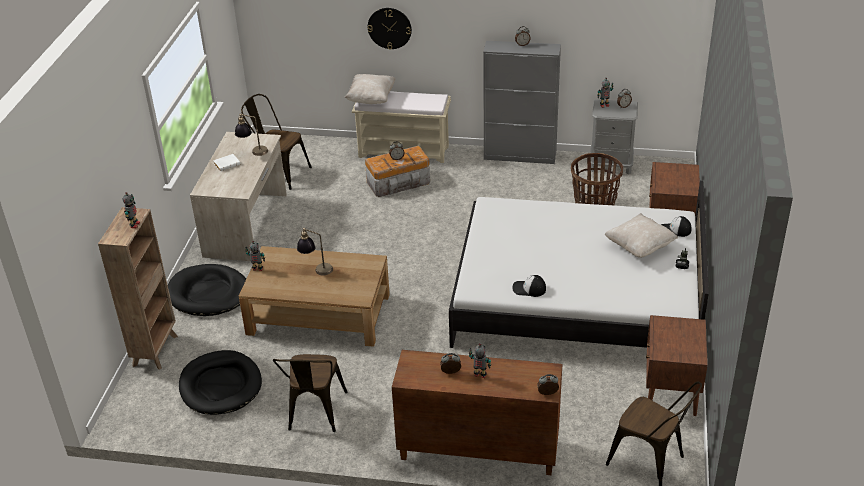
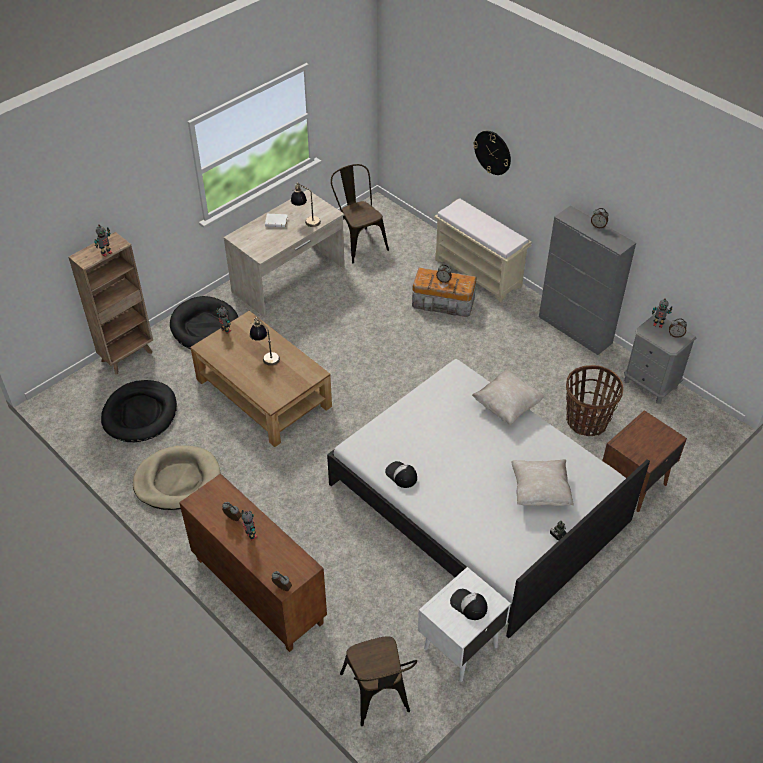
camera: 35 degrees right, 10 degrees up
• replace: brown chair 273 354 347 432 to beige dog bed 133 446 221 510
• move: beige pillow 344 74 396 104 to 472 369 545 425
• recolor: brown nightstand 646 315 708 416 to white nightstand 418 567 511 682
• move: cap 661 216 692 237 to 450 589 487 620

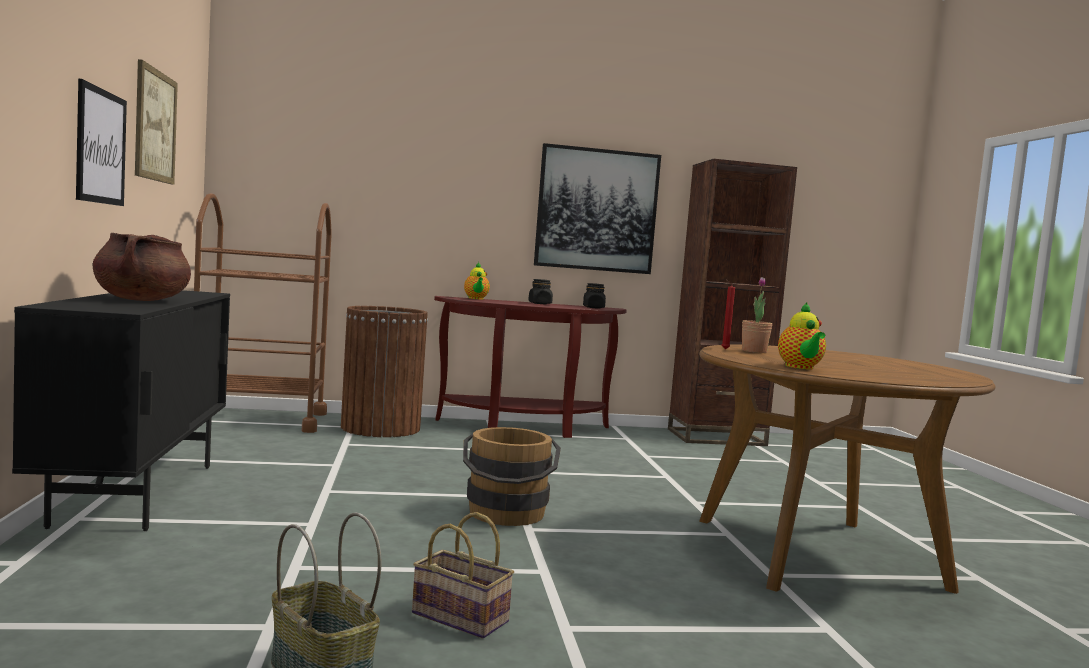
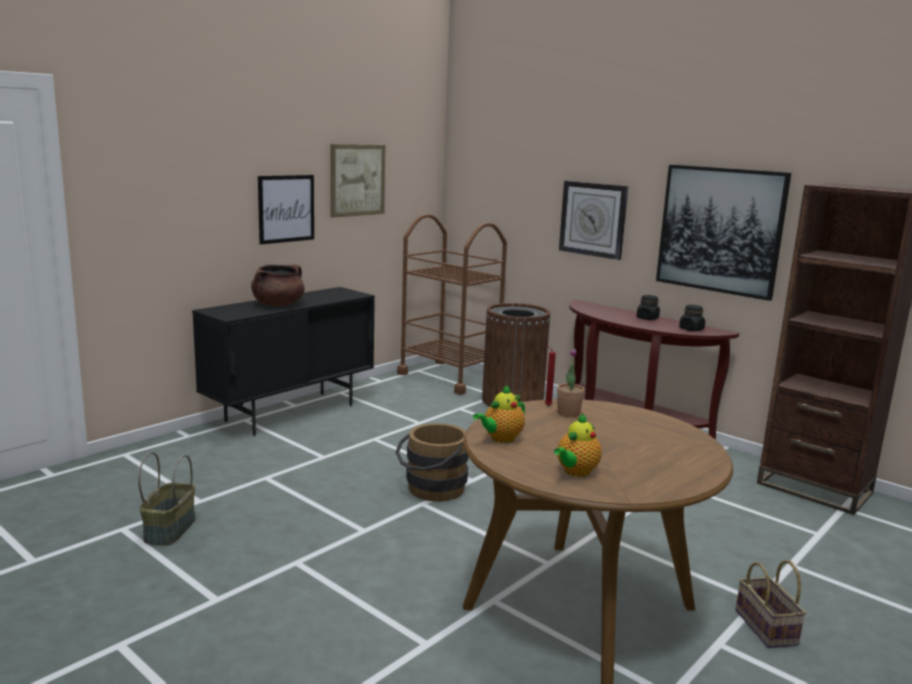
camera: 50 degrees right, 10 degrees up
• move: basket 412 512 514 639 to 735 560 806 648
• move: teapot 464 262 490 300 to 554 413 602 477
• insert: wall clock 559 181 628 260

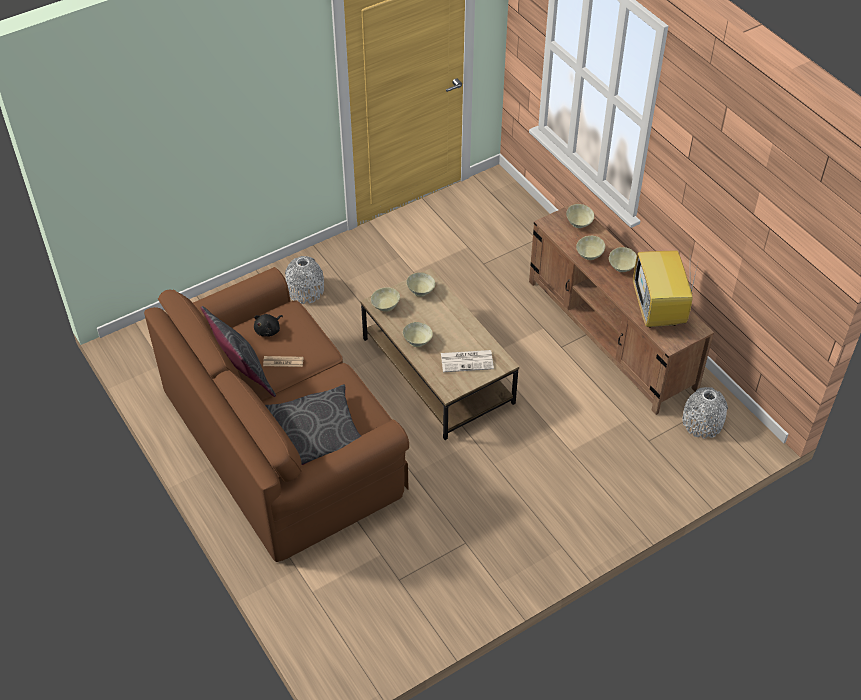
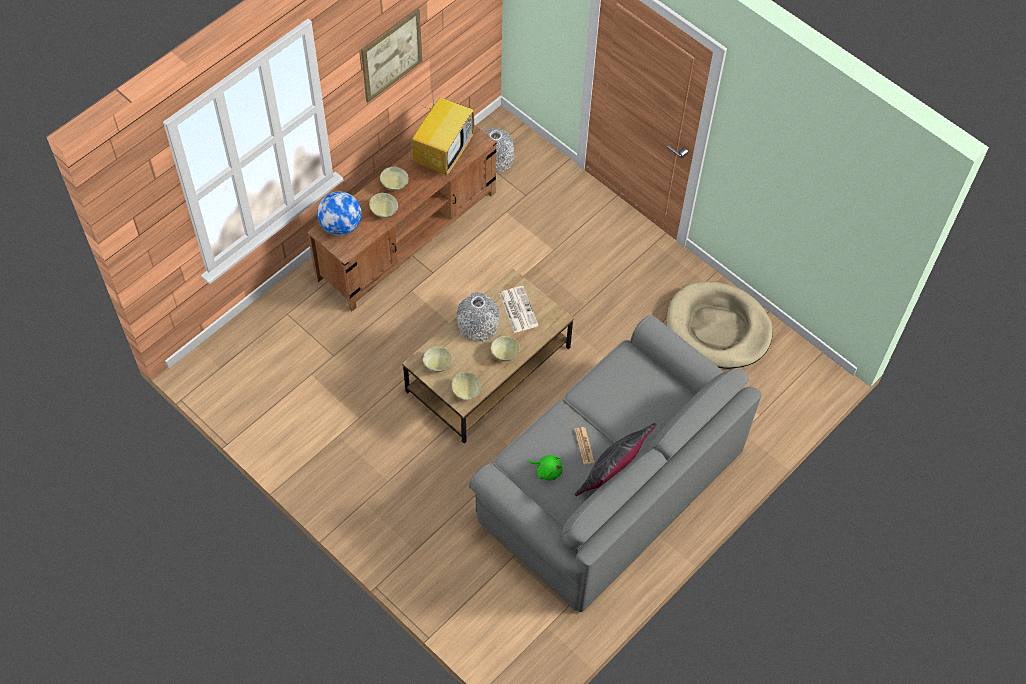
camera: 105 degrees left, 10 degrees up
• recolor: brown sofa 144 267 409 562 to grey sofa 469 314 762 612
• recolor: black plush toy 254 314 283 337 to green plush toy 527 455 563 481
• delete: grey pillow 265 384 361 465
• move: grey vase 285 256 324 304 to 457 292 500 342
• replace: beige bowl 566 204 594 228 to globe 317 191 362 236
• rotate: television 633 250 698 328 = 412 82 474 175 45 degrees counterclockwise
• insert: picture 361 8 422 102
• insert: beige dog bed 666 281 773 369

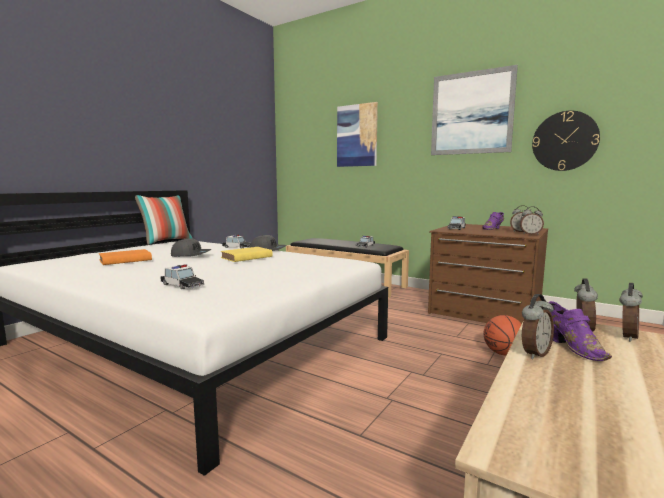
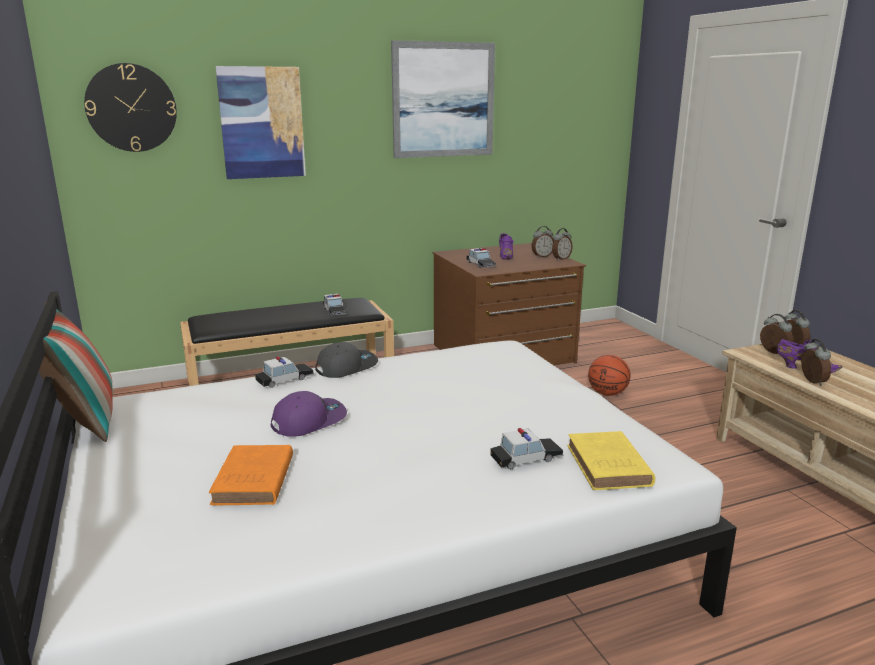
camera: 55 degrees left, 10 degrees up
• recolor: grey cap 171 238 212 257 to purple cap 271 391 347 437
• move: yellow book 221 247 273 262 to 567 431 655 490
• move: wall clock 532 111 600 171 to 84 63 177 152

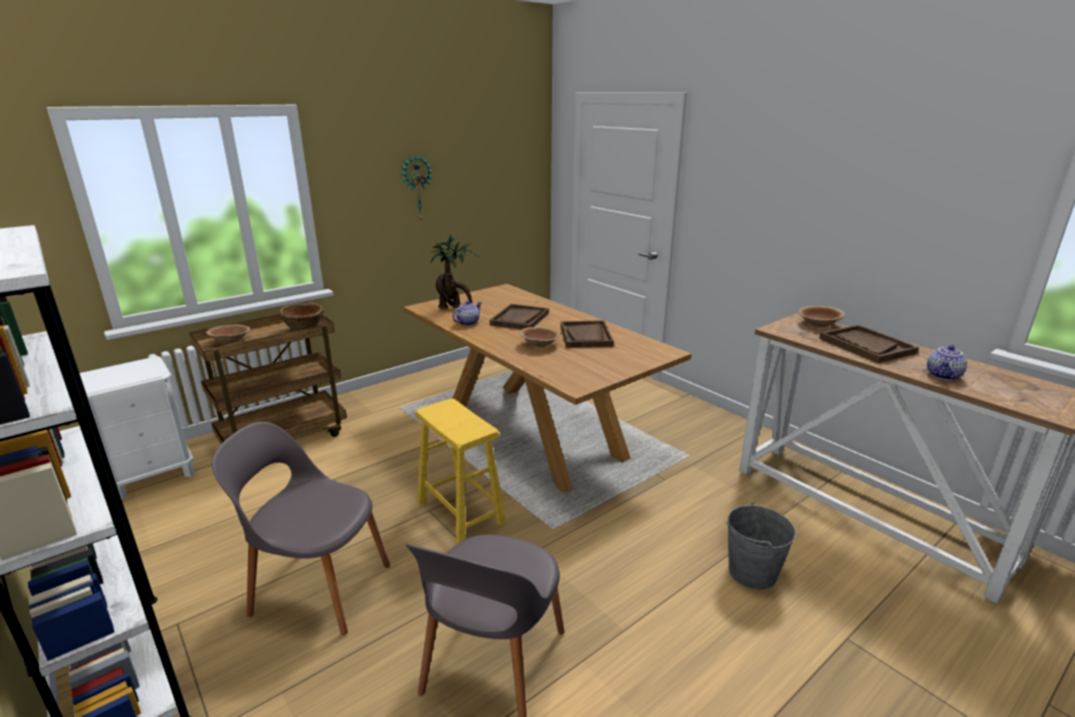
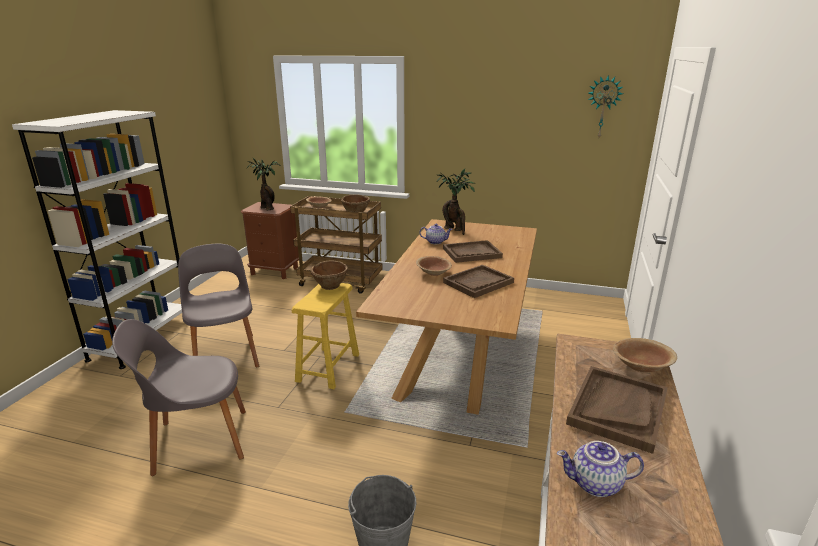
camera: 55 degrees right, 0 degrees up
• recolor: white nightstand 80 356 195 500 to brown nightstand 241 202 299 279
• move: wall clock 401 154 434 220 to 588 76 623 137
• insert: potted plant 247 158 279 210
• insert: brown bowl 310 261 348 290

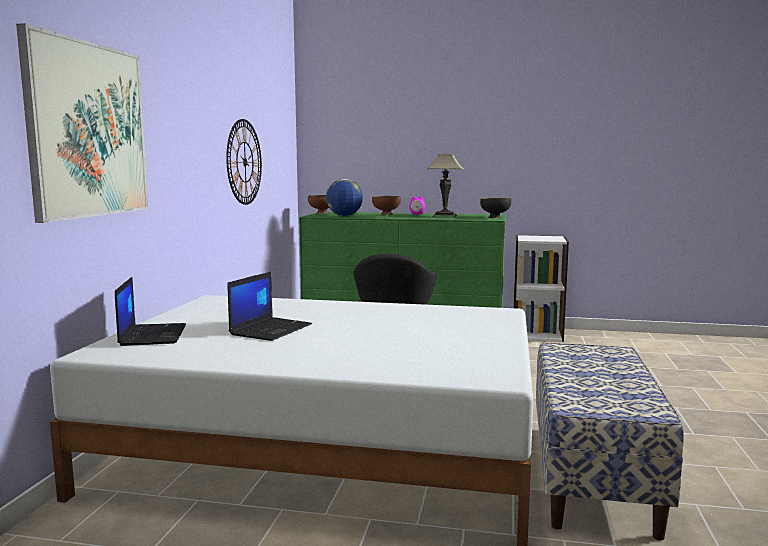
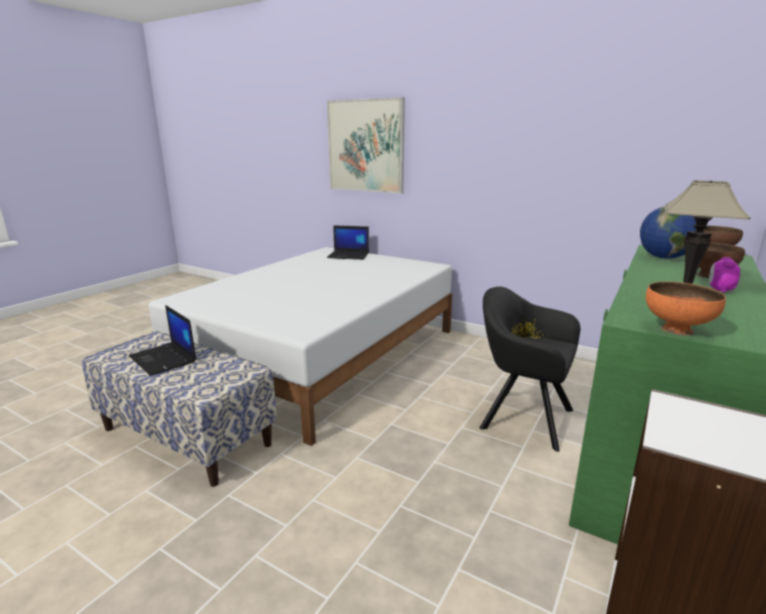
camera: 110 degrees right, 10 degrees up
• delete: wall clock 226 119 262 205
• move: laptop 228 272 312 341 to 129 305 196 376
• recolor: black bowl 480 198 511 218 to orange bowl 646 282 726 335

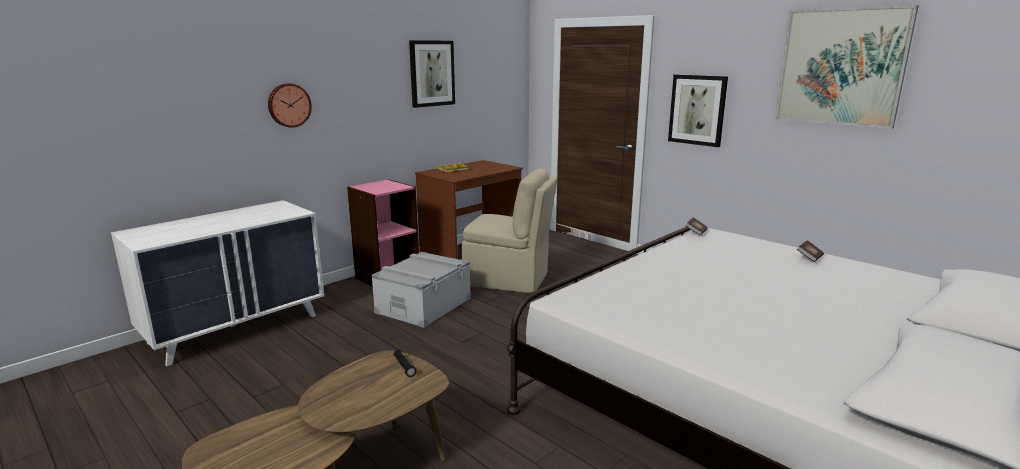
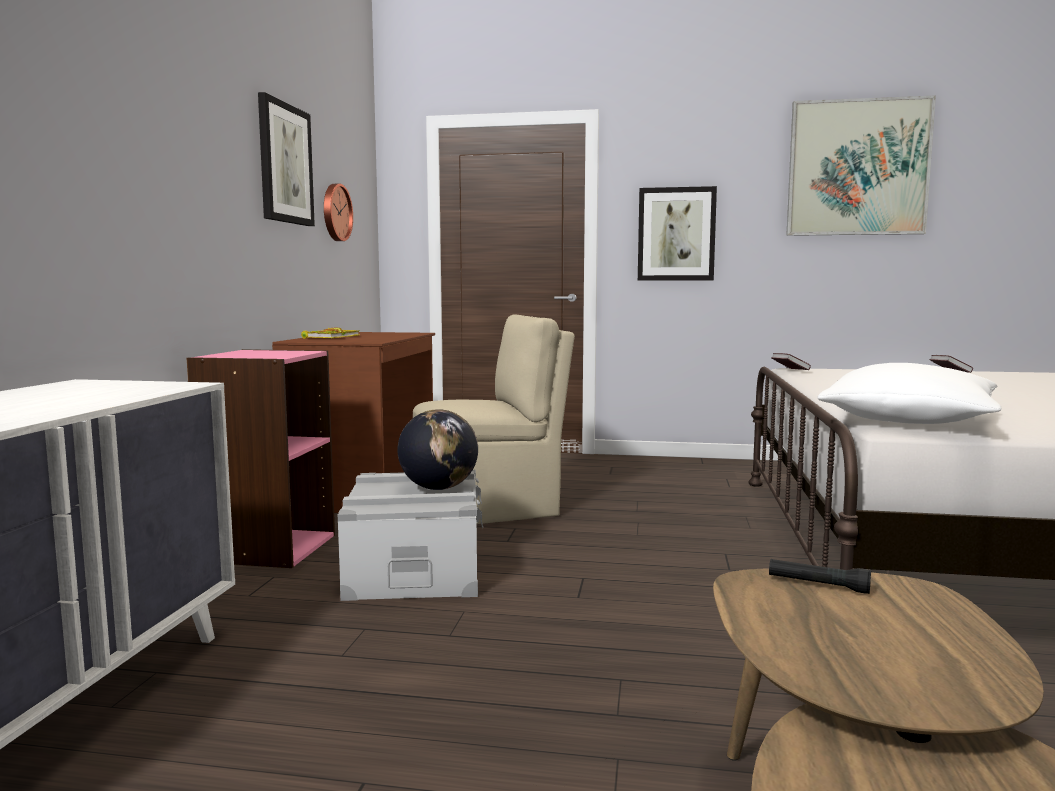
camera: 35 degrees left, 10 degrees down
• move: wall clock 268 83 312 127 to 324 184 353 241
• insert: globe 397 409 478 490
• insert: white pillow 818 363 1002 424

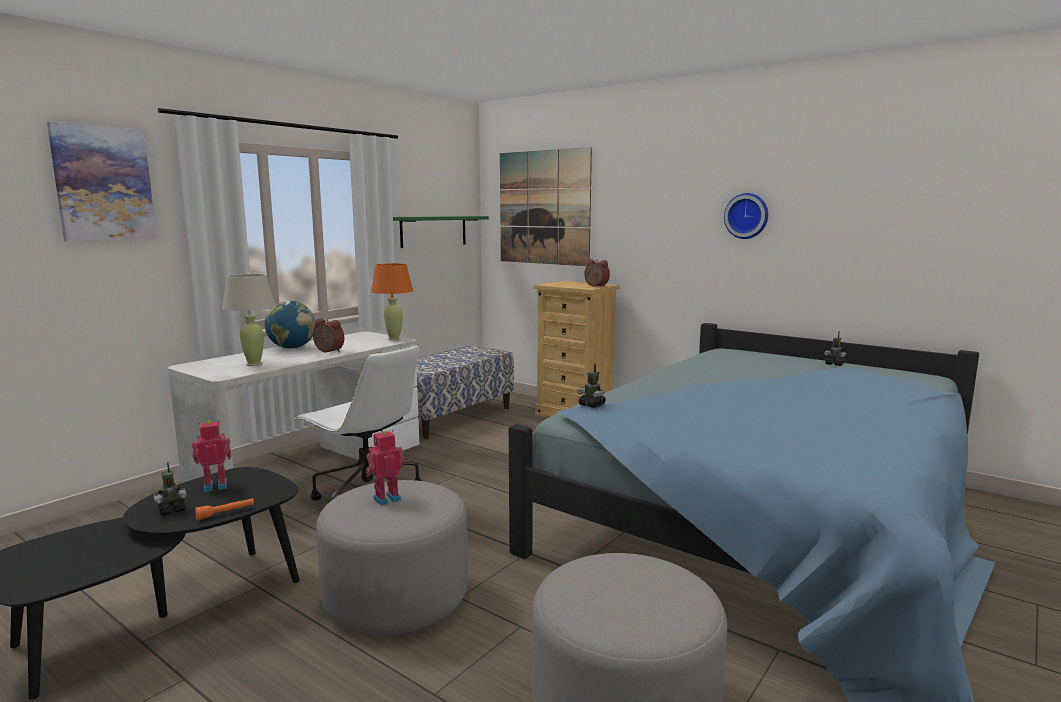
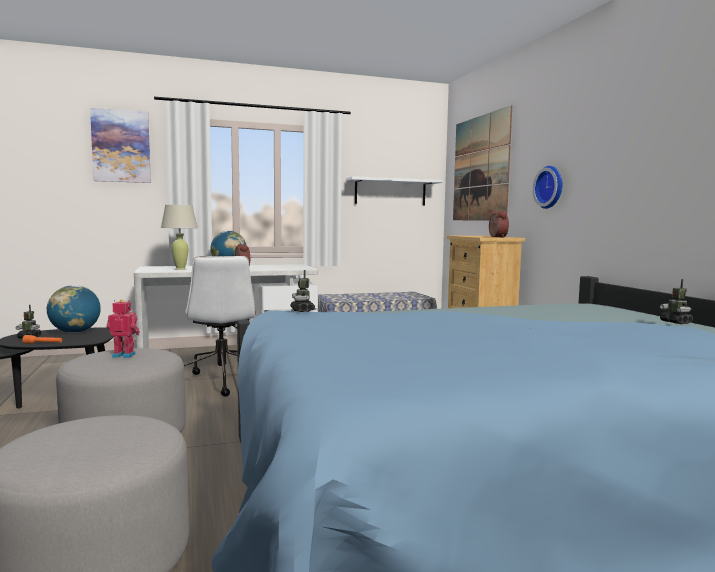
camera: 35 degrees right, 5 degrees down
• replace: toy robot 192 421 231 492 to globe 47 285 101 333
• delete: orange table lamp 371 263 413 341
• recolor: green shelf 393 216 489 248 to white shelf 346 176 443 205
• move: wall clock 724 193 768 239 to 533 166 563 209

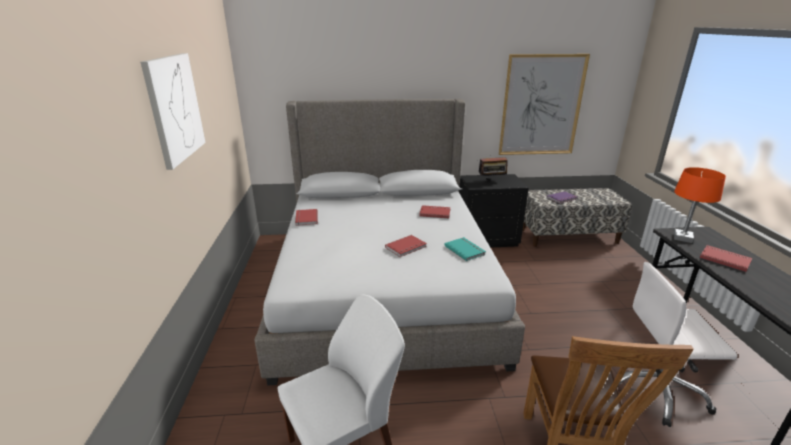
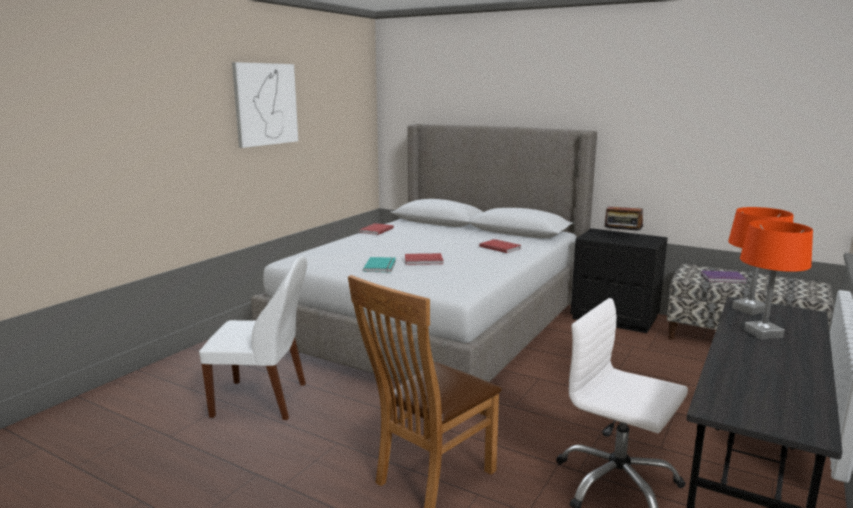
camera: 35 degrees right, 10 degrees down
• move: turquoise book 445 237 486 261 to 363 257 396 273
• delete: picture 499 54 590 155
• replace: red book 700 245 752 272 to orange table lamp 740 220 813 340

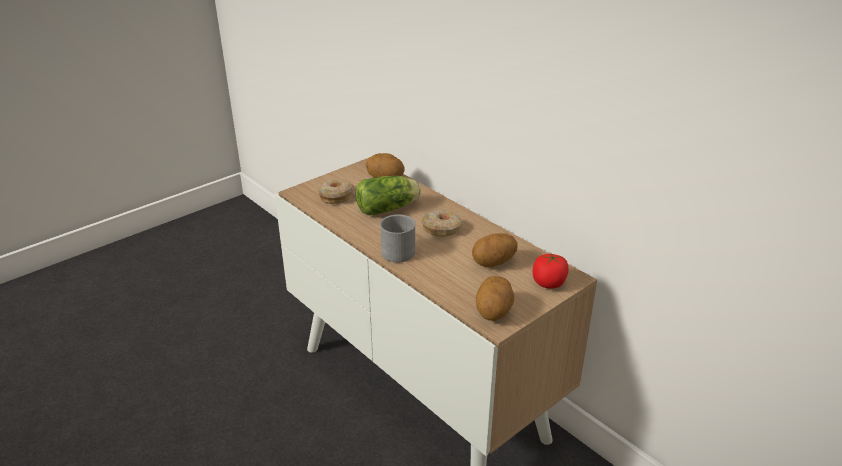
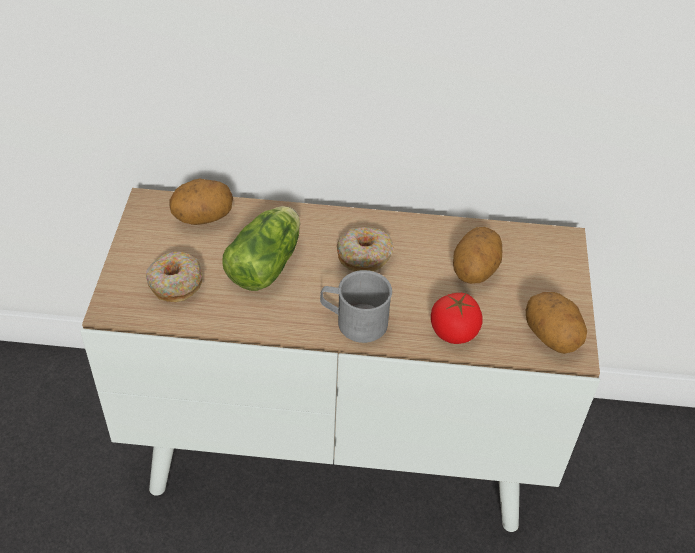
camera: 45 degrees left, 15 degrees up
• move: tomato 533 252 569 289 to 431 293 483 344

